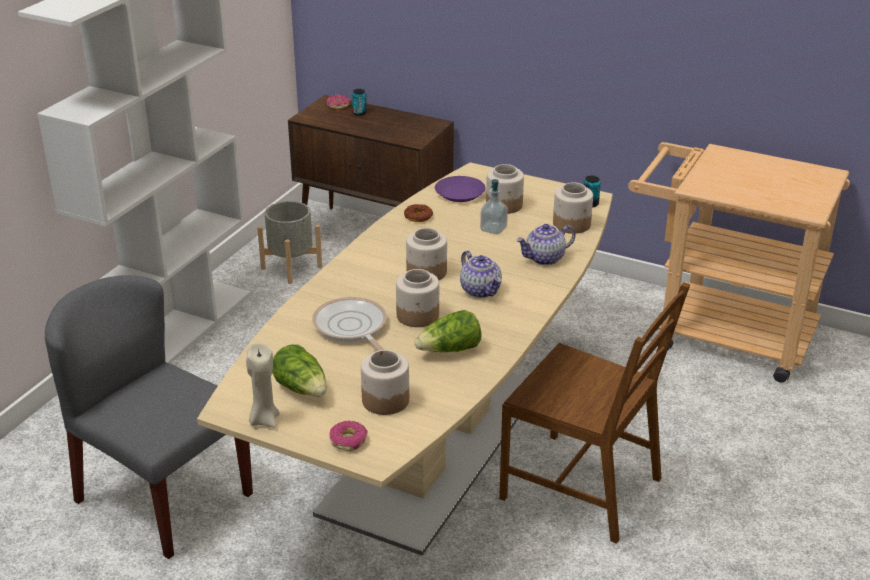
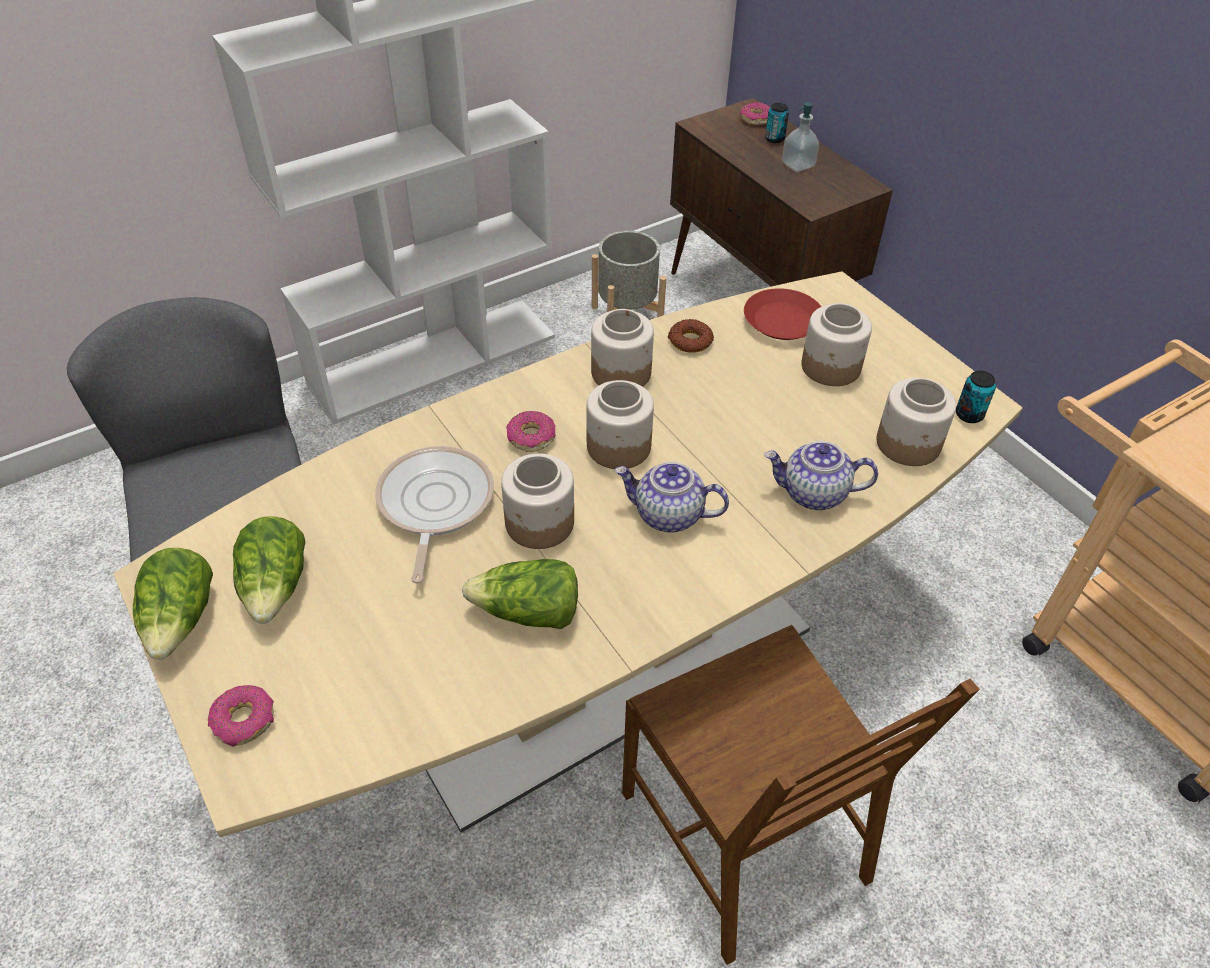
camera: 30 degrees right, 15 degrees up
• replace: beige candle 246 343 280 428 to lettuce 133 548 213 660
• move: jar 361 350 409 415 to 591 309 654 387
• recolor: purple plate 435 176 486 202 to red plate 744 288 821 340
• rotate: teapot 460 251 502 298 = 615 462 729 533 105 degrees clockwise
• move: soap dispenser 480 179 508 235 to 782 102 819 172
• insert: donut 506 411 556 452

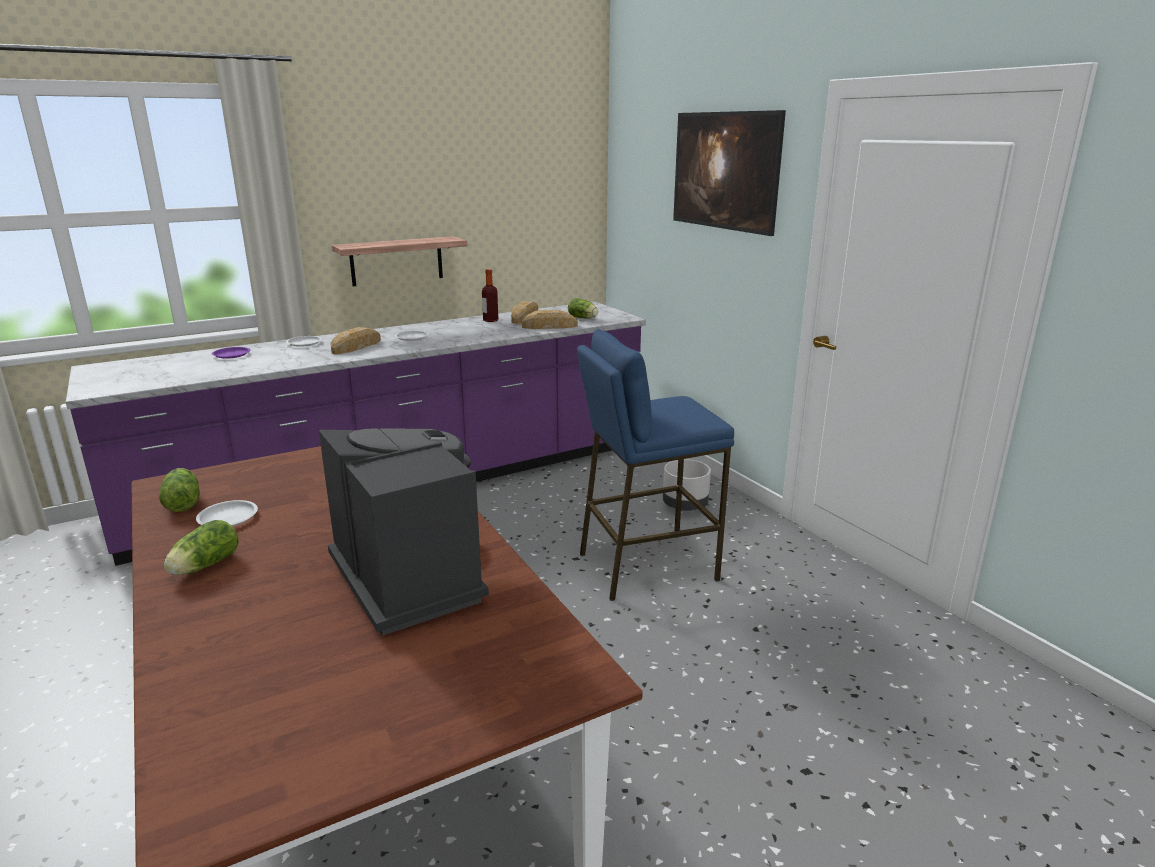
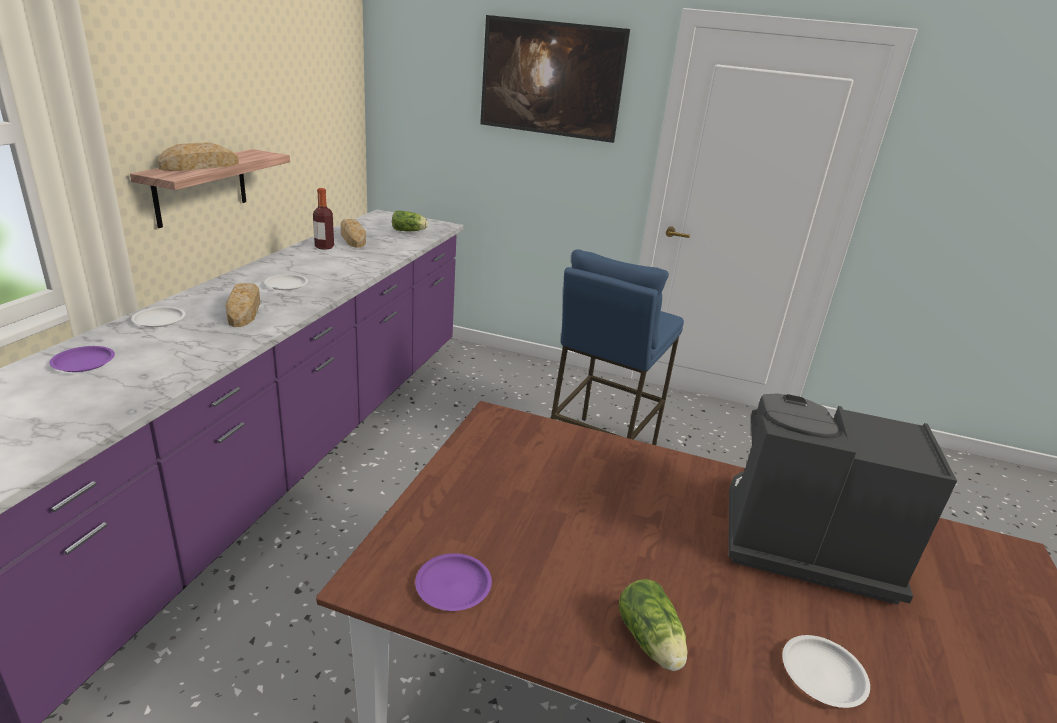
camera: 45 degrees left, 5 degrees up
• replace: lettuce 159 468 200 512 to purple plate 415 553 492 611
• move: white plate 196 500 258 526 to 782 635 870 708
• move: bread 522 310 578 329 to 158 142 239 171
• delete: grey planter 663 459 711 511

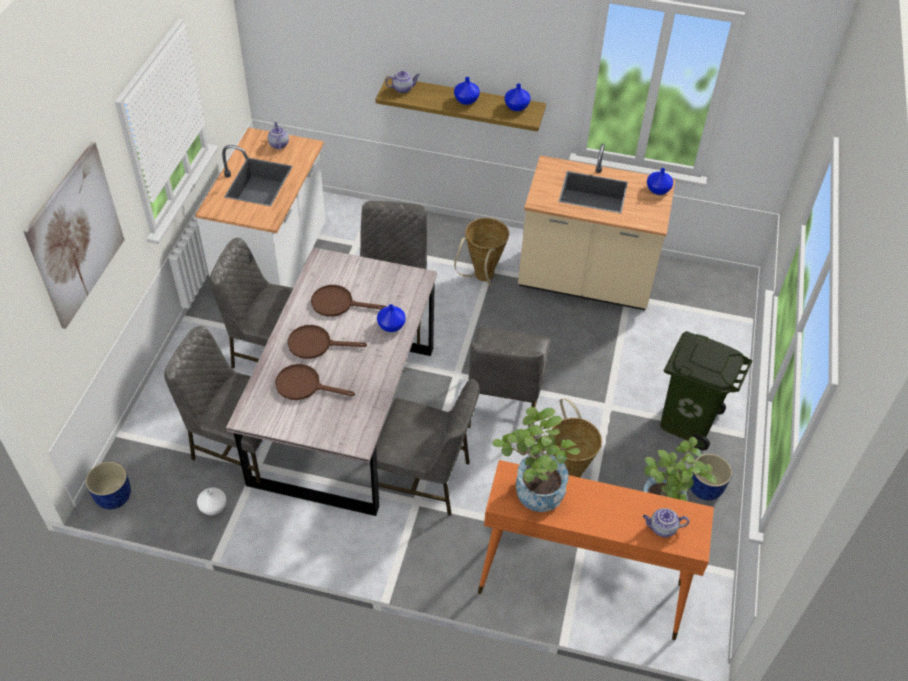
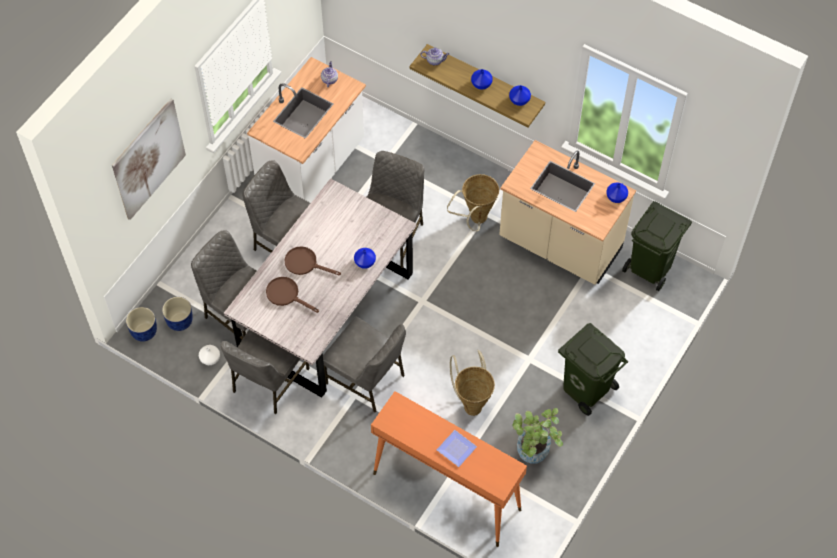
camera: 20 degrees right, 10 degrees up
• delete: brown frying pan 311 285 386 317
• move: grey chair 468 327 551 428 to 221 330 310 414
• delete: potted plant 492 407 580 512
• delete: teapot 643 508 689 537
• move: blue planter 690 454 732 501 to 162 297 193 331
• insert: plate 437 430 477 467
• insert: green trash can 622 201 692 291

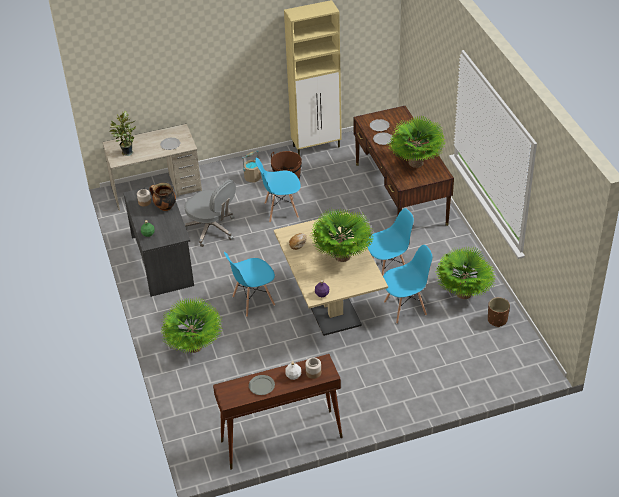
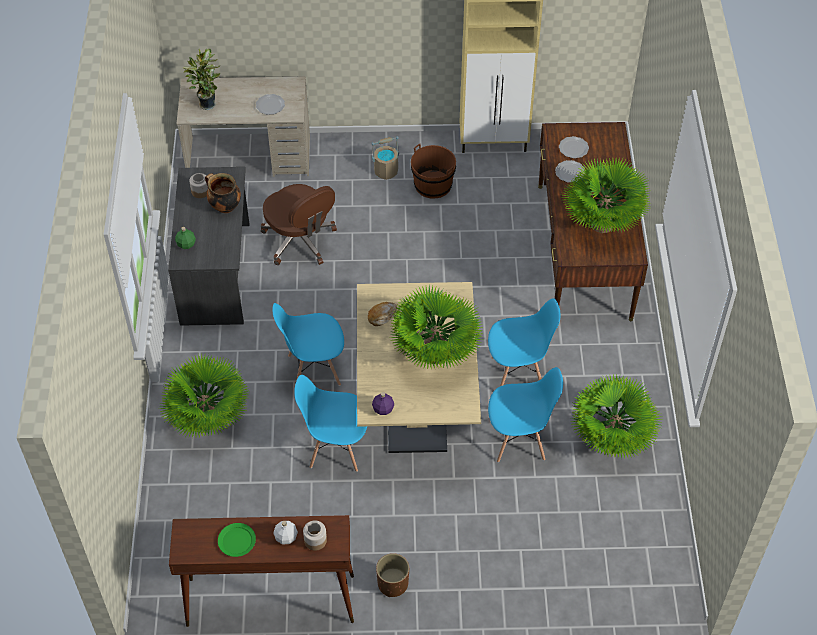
camera: 15 degrees right, 10 degrees up
• recolor: grey office chair 184 180 236 247 to brown office chair 261 184 337 265
• recolor: grey plate 249 375 275 395 to green plate 218 523 256 557
• move: blue chair 255 158 301 222 to 294 375 367 472
• move: brown planter 488 297 510 327 to 376 553 409 597

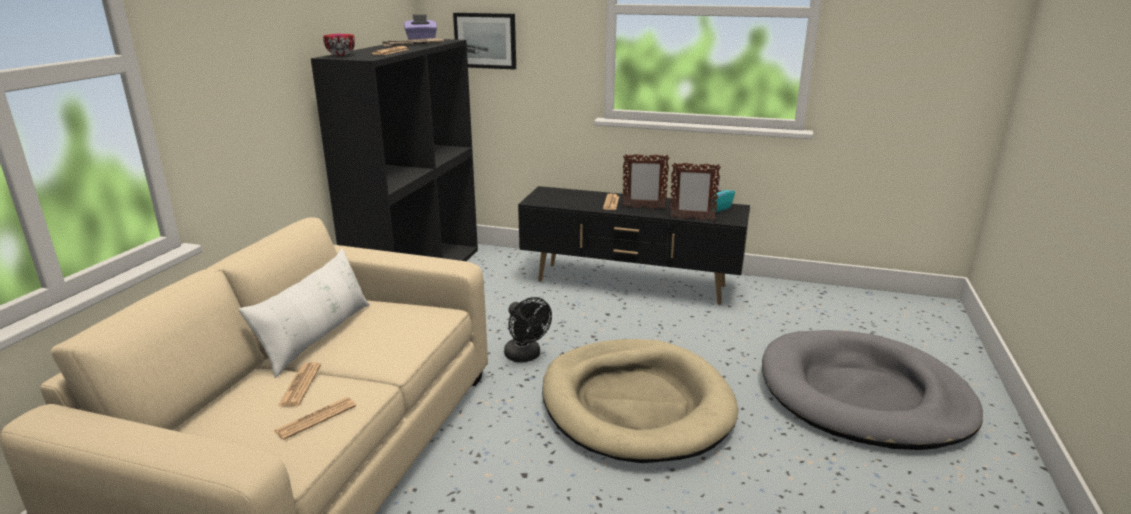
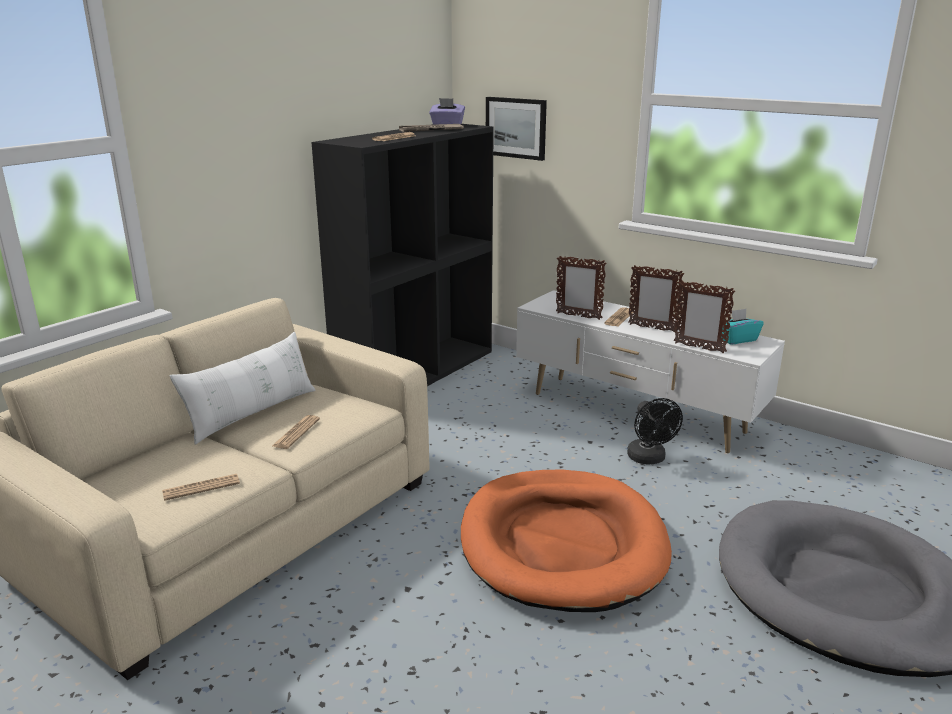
camera: 20 degrees right, 0 degrees up
• move: newspaper 278 362 321 407 to 272 415 320 449
• delete: bowl 323 34 355 56
• move: black fan 504 297 552 362 to 627 398 683 465
• recolor: black tv stand 518 186 750 305 to white tv stand 516 290 785 453
• recolor: beige dog bed 542 339 739 463 to orange dog bed 461 470 672 612
• insert: picture frame 556 256 606 320

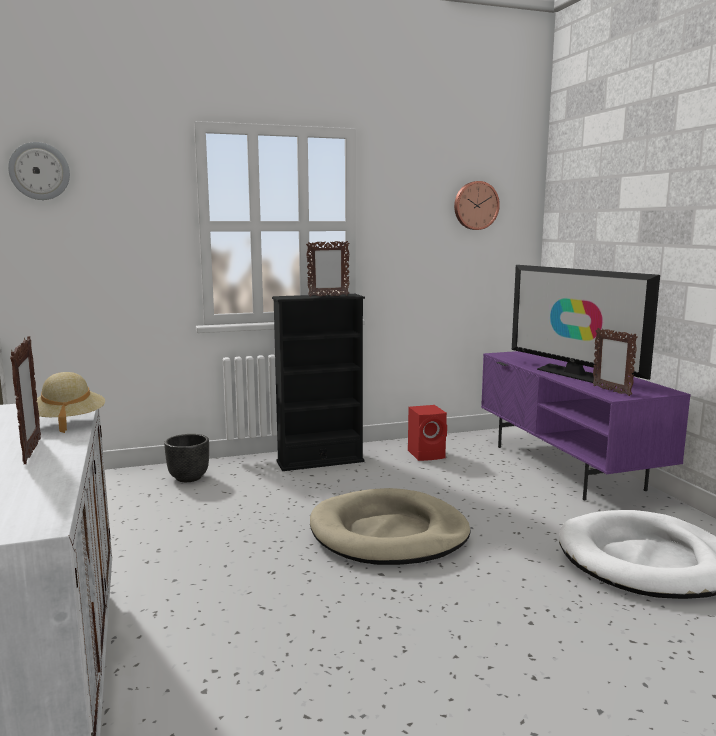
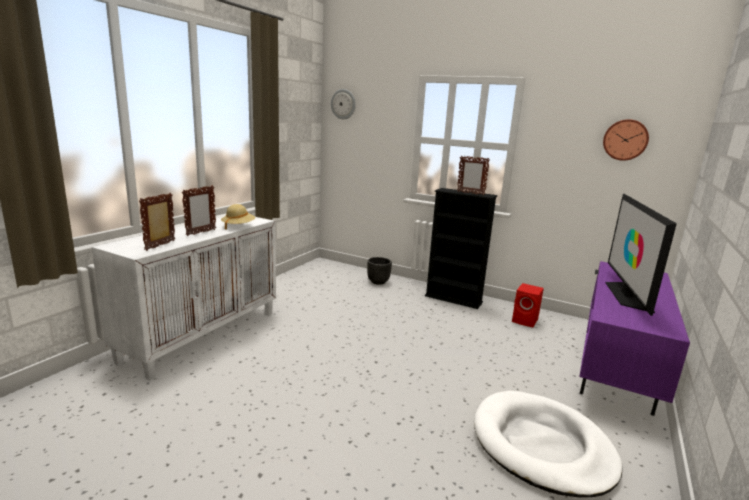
camera: 45 degrees right, 5 degrees up
• delete: beige dog bed 310 488 470 565
• move: picture frame 592 328 638 396 to 139 193 175 251

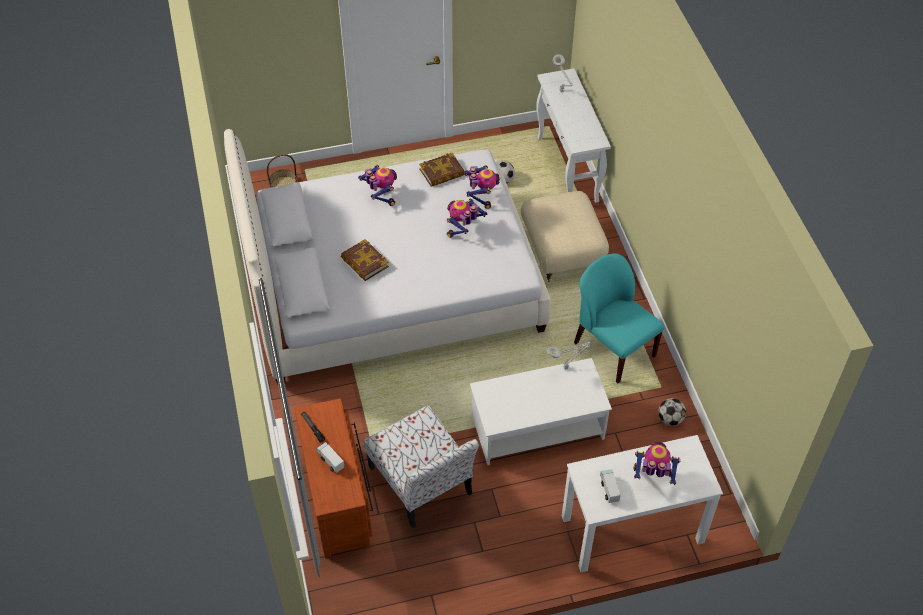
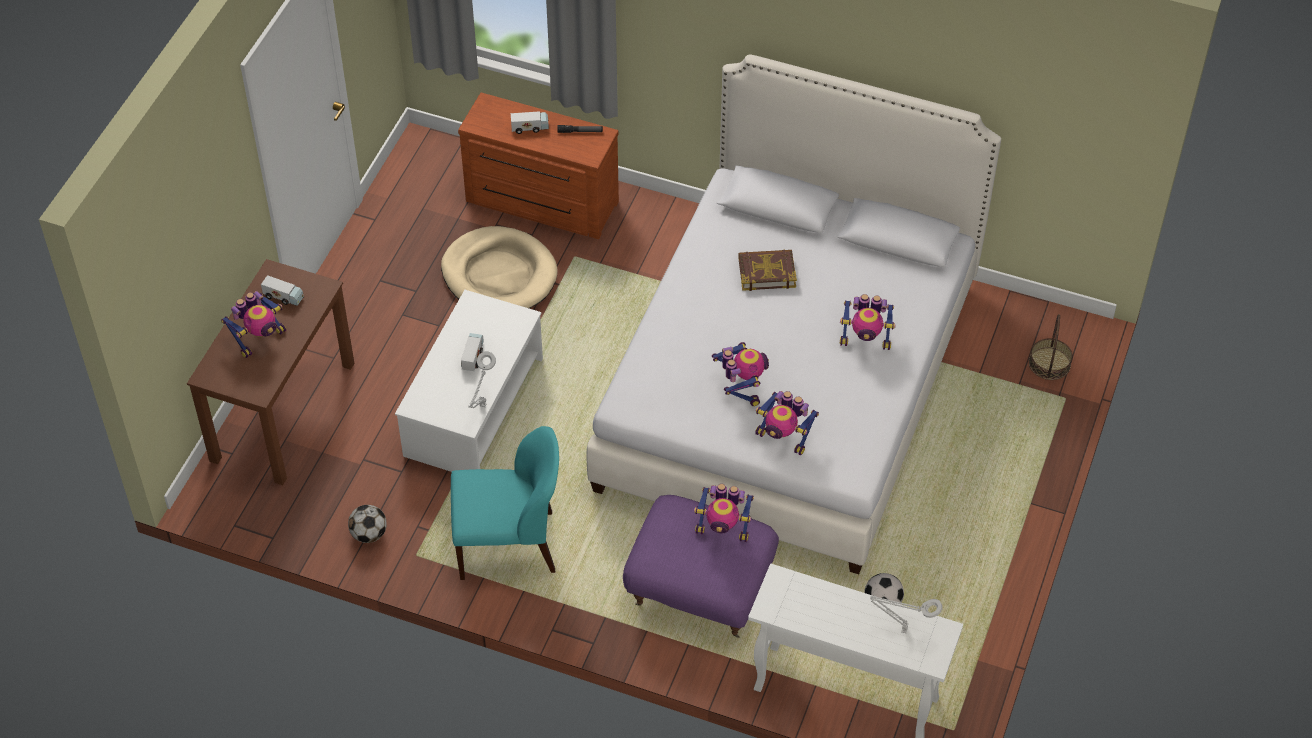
camera: 125 degrees right, 0 degrees up
• replace: chair 364 406 479 528 to beige dog bed 441 226 558 309
• delete: book 419 153 465 187
• recolor: beige ottoman 521 191 609 282 to purple ottoman 623 495 779 638
• recolor: white desk 562 435 723 572 to brown desk 187 259 354 485
• insert: toy truck 461 333 484 371
• insert: toy robot 694 484 754 542

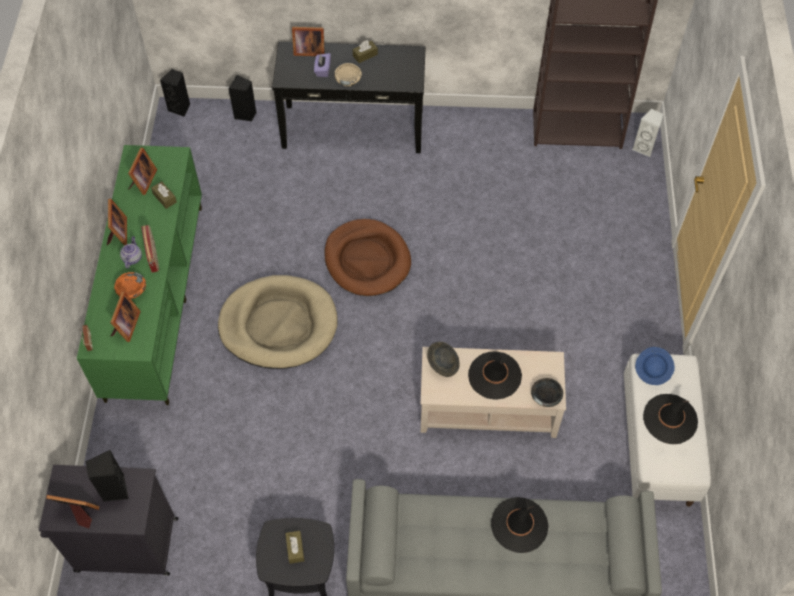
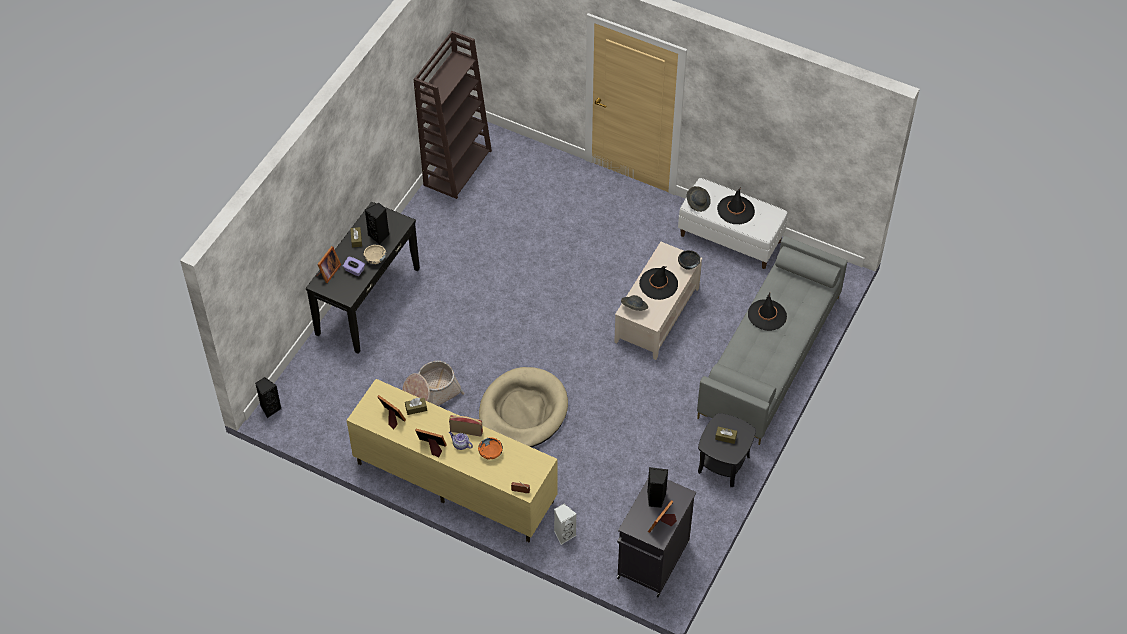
camera: 65 degrees left, 5 degrees down
• recolor: green tv stand 77 145 202 405 to beige tv stand 347 379 558 542
• delete: picture frame 110 292 141 342
• move: black speaker 228 75 257 122 to 365 203 389 245
• delete: brown dog bed 324 219 411 296
• move: white speaker 632 109 663 157 to 554 504 576 545
• recolor: blue hat 635 347 675 385 to grey hat 686 186 711 212
• insert: basket 402 361 465 406

